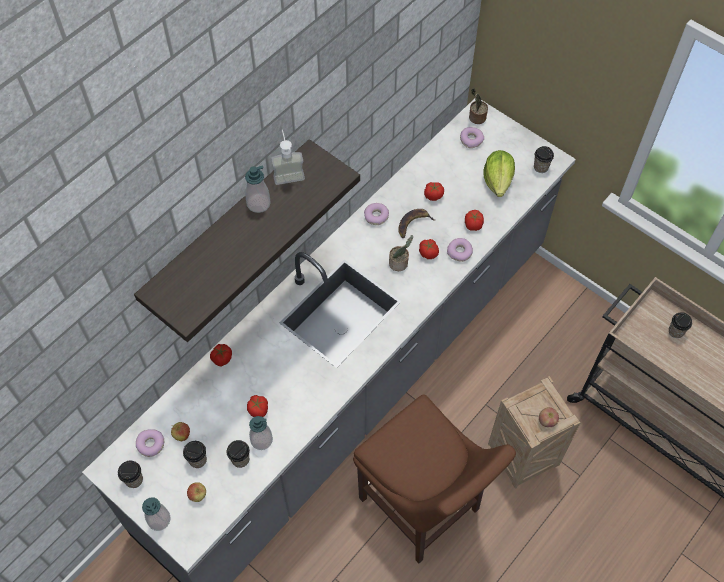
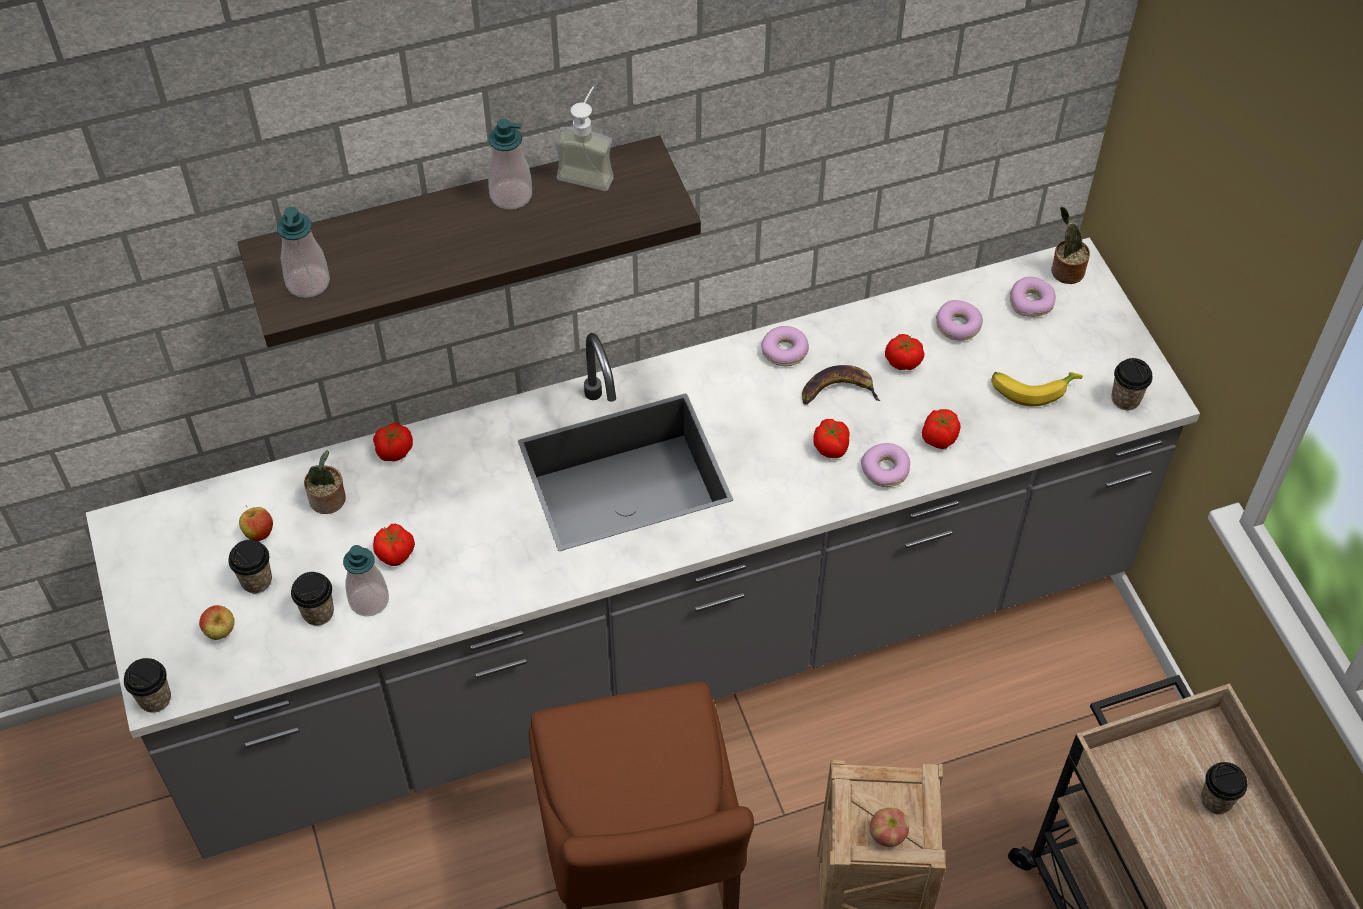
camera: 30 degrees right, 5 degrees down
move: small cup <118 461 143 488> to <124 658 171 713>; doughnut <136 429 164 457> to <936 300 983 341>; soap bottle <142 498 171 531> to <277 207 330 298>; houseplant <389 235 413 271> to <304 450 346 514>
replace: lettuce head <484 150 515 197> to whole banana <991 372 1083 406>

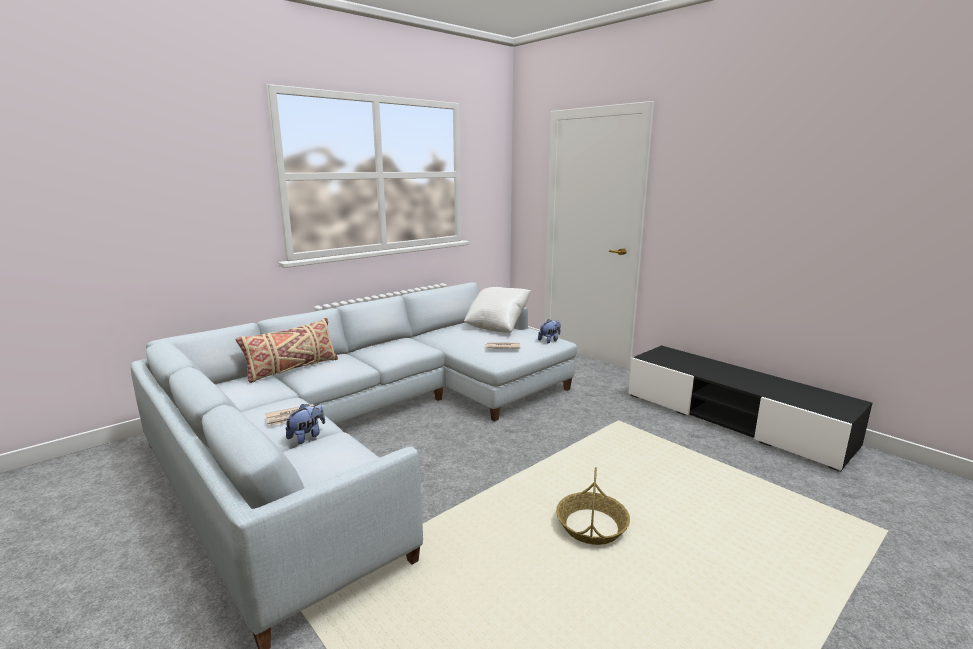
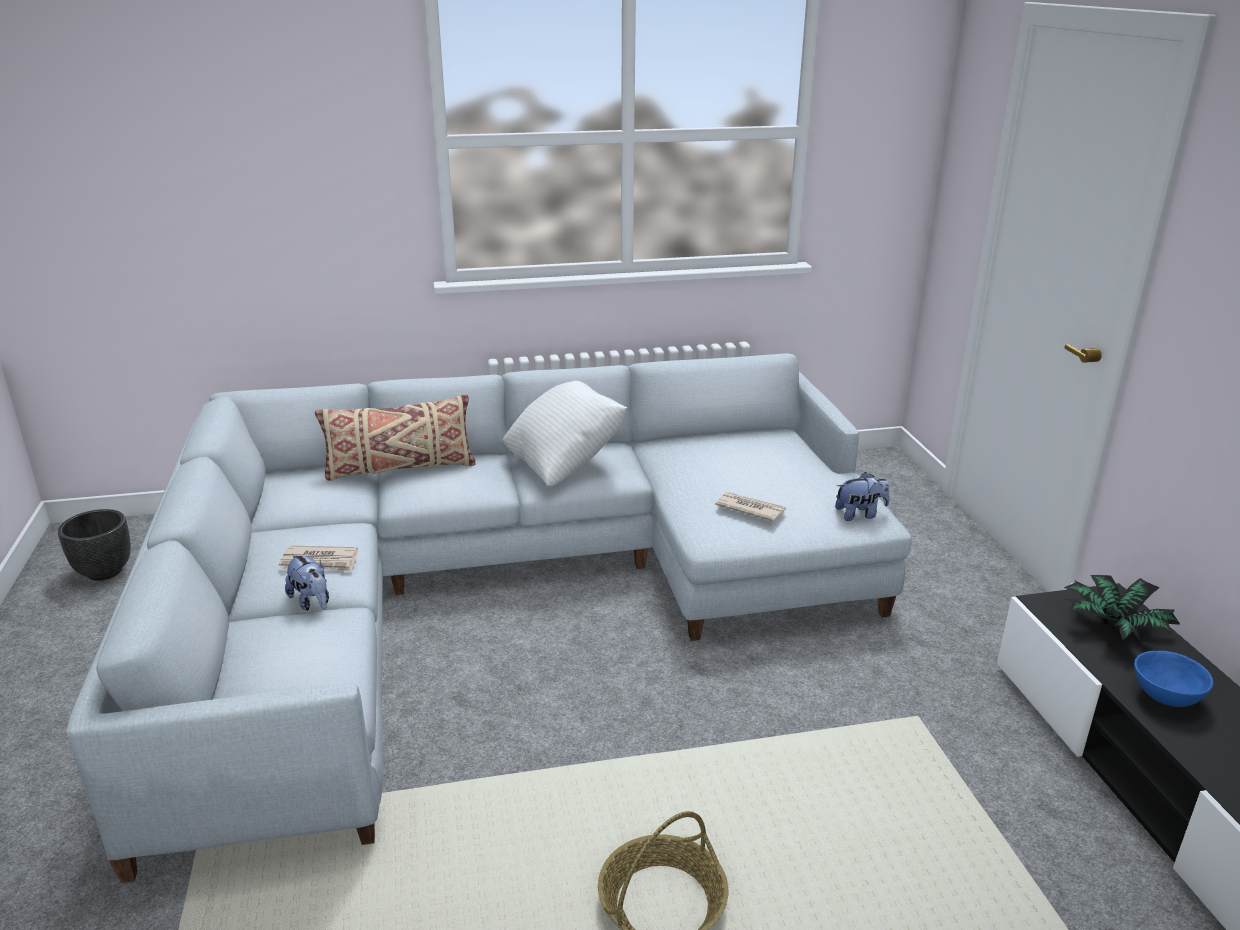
camera: 30 degrees right, 10 degrees up
insert: planter (blackish) <58 509 131 581>; houseplant <1064 575 1181 642>; deep dish (blue) <1134 651 1214 707>
move: cushion (white-coloured) <464 287 531 333> to <503 381 627 486>
rotate: cuddly toy <285 404 325 444> = <285 553 329 611> 75 degrees clockwise

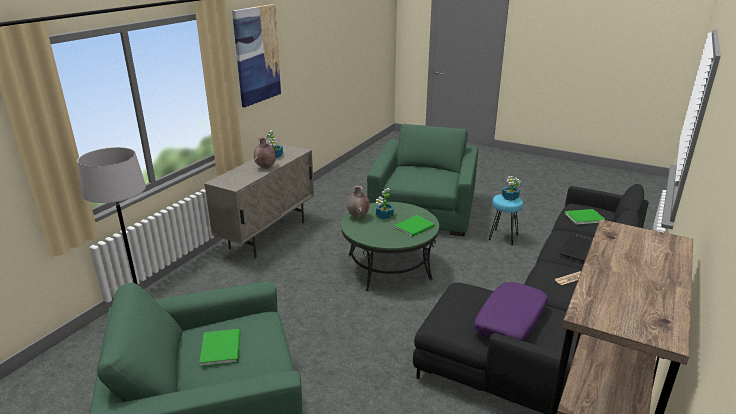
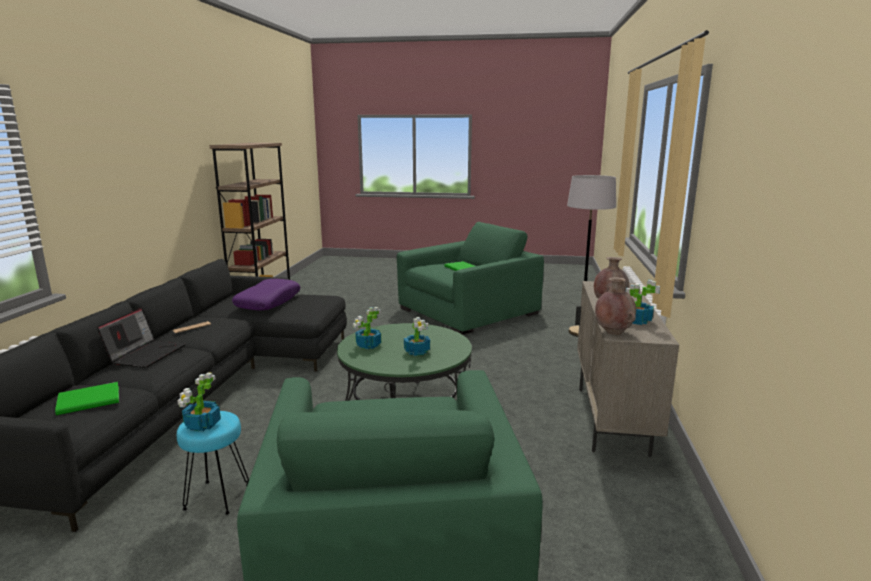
camera: 160 degrees right, 10 degrees down
delete: wall picture <232 4 282 107>
move: decorative vase (brownish) <347 186 370 218> to <595 277 636 335>
replace: book (greenish) <394 215 435 237> to houseplant <353 307 381 349>

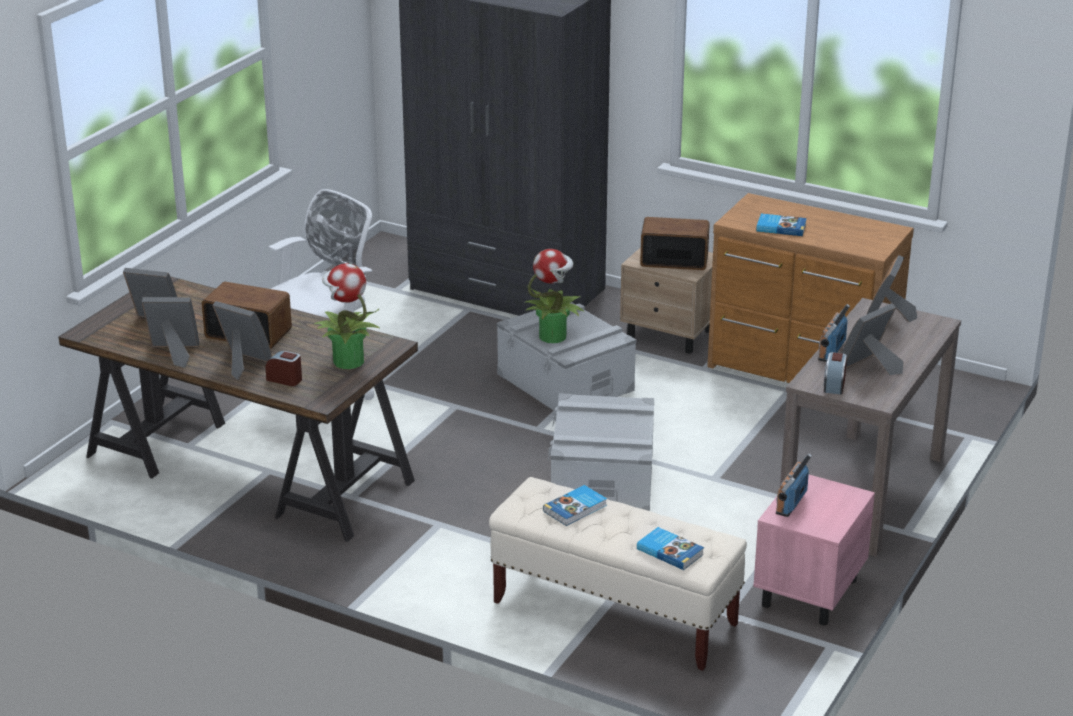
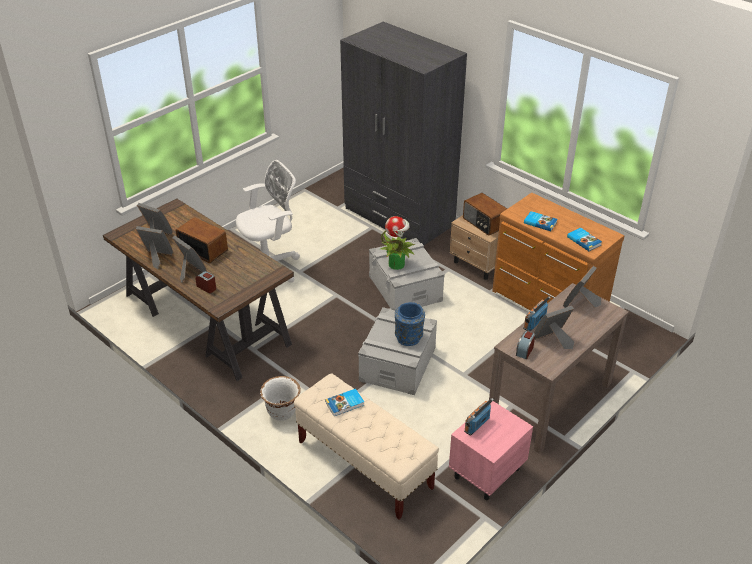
camera: 15 degrees right, 10 degrees up
delete: houseplant <314 263 380 369>
insert: planter (white-coloured) <260 376 301 421>; decorative vase (blue) <395 302 425 346>
move: book <637 527 704 570> to <567 228 602 251>
rotate: radio receiver <640 217 710 270> = <463 193 507 236> 150 degrees counterclockwise

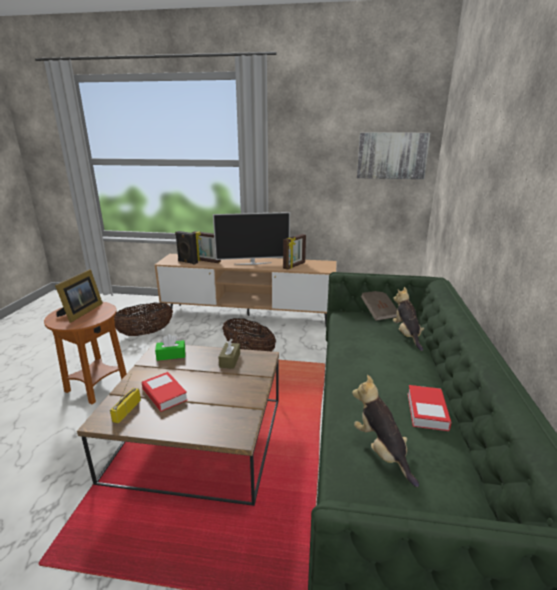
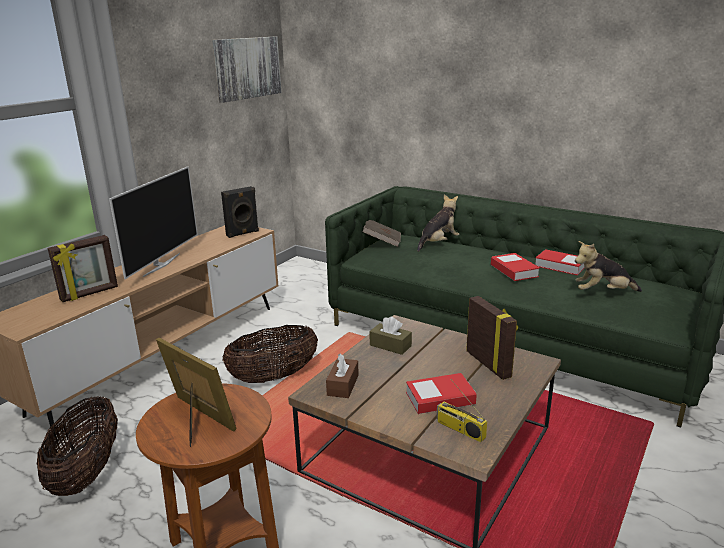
camera: 65 degrees left, 0 degrees up
insert: book <491 253 540 281>
move: loudspeaker (blackish) <175 231 198 265> to <221 186 259 238>; photo frame <283 234 306 270> to <466 296 518 380>
recolor: box of tissues (greenish) <155 334 185 361> to box of tissues (brownish) <326 354 359 398>
rotate: cuddly toy <393 287 424 351> = <417 194 460 252> 120 degrees clockwise

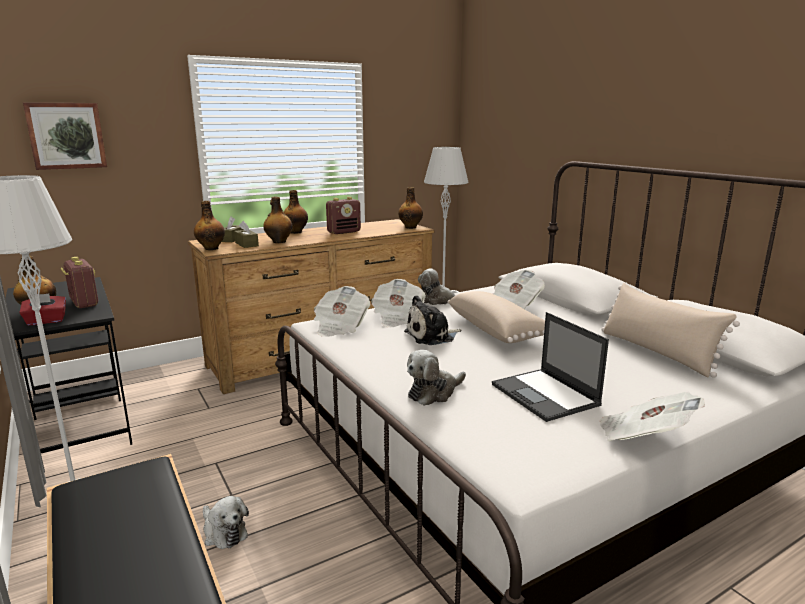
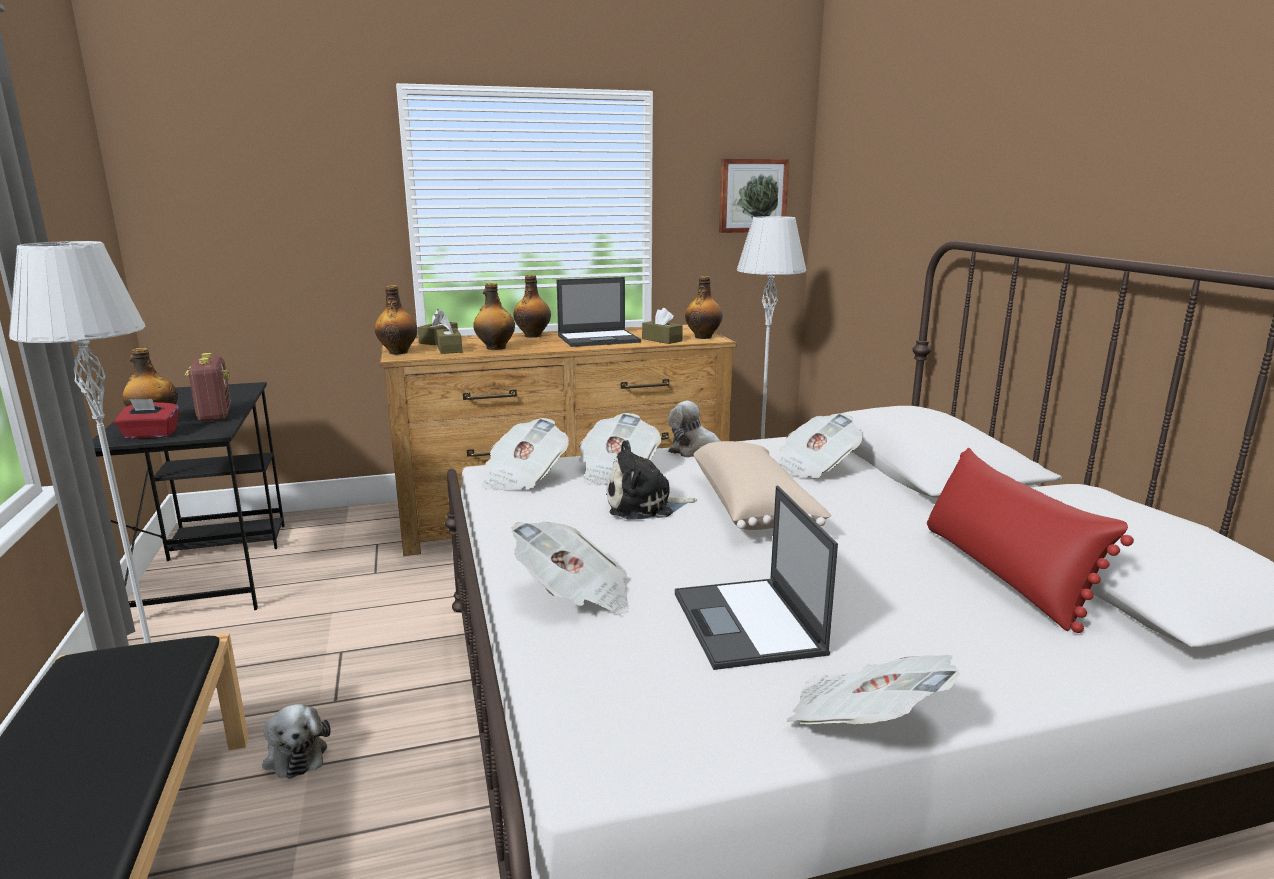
camera: 15 degrees right, 0 degrees up
insert: box of tissues (brownish) <642 308 683 344>
move: wall picture <23 102 107 170> to <719 159 790 233>
replace: radio receiver <326 197 361 234> to portable computer <557 277 641 347>; cuddly toy <407 350 466 406> to daily paper <511 522 629 614>
recolor: cushion (beige-coloured) <601 283 740 378> to cushion (red-coloured) <927 448 1134 633>

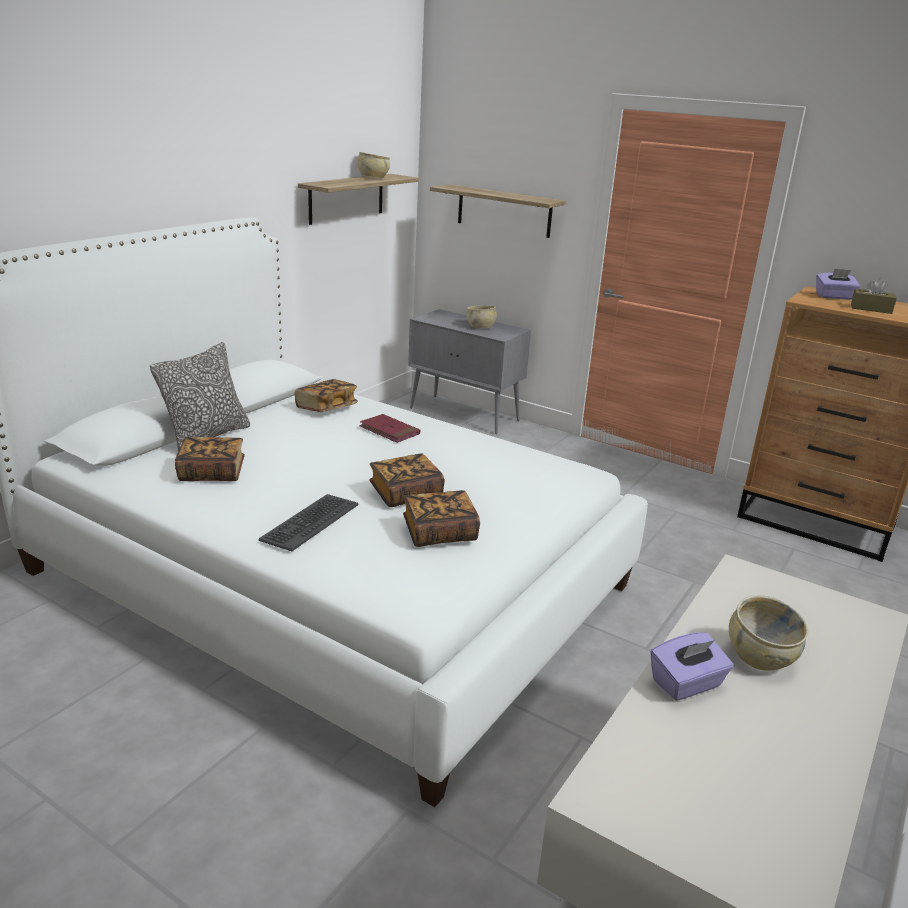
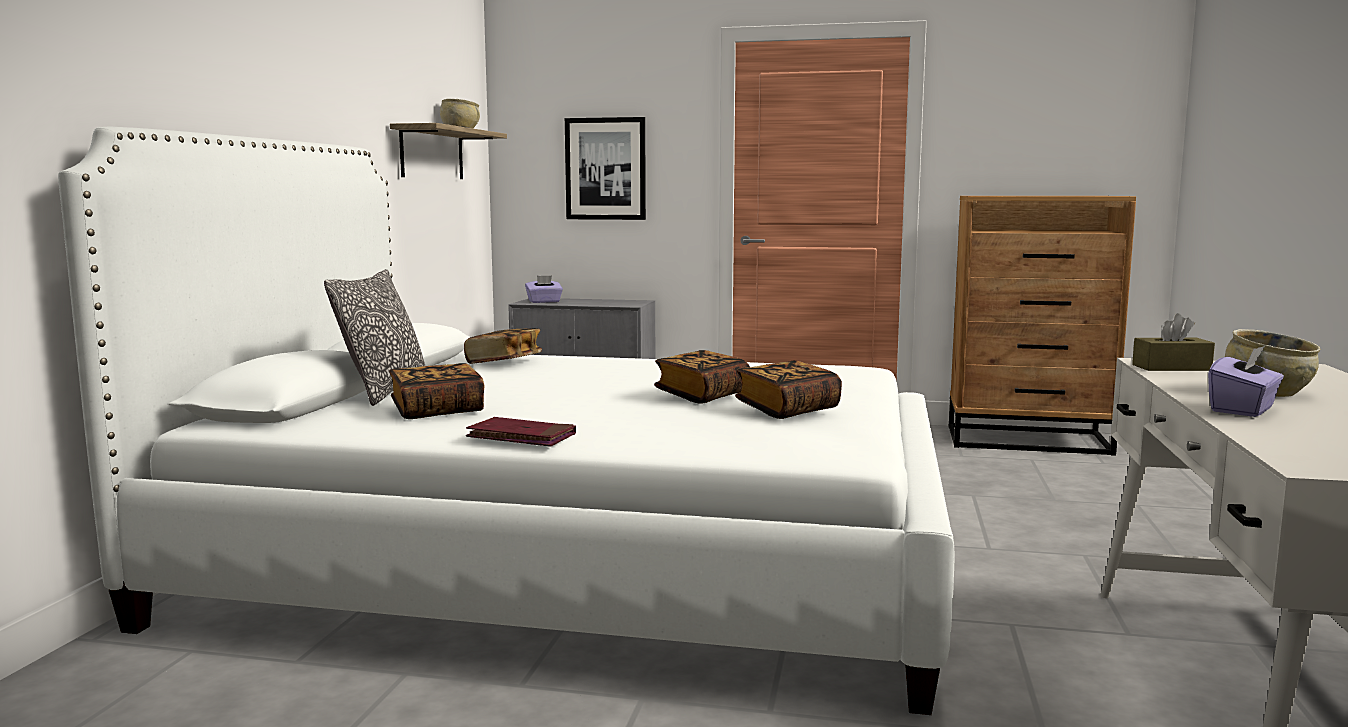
camera: 20 degrees left, 15 degrees down
delete: keyboard <259 494 359 551>; deep dish (beige-coloured) <466 305 497 328>
move: book (red-coloured) <359 414 420 443> to <466 417 576 447>; box of tissues (purple) <816 269 860 300> to <525 275 563 303>; box of tissues (brownish) <851 278 897 314> to <1132 313 1215 371>
replace: wall shelf <430 184 566 238> to wall picture <565 117 646 220>

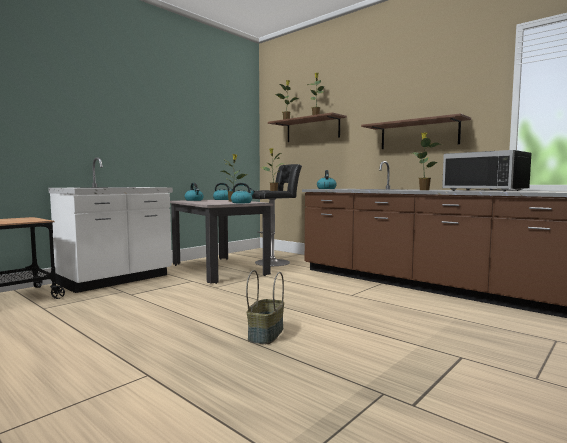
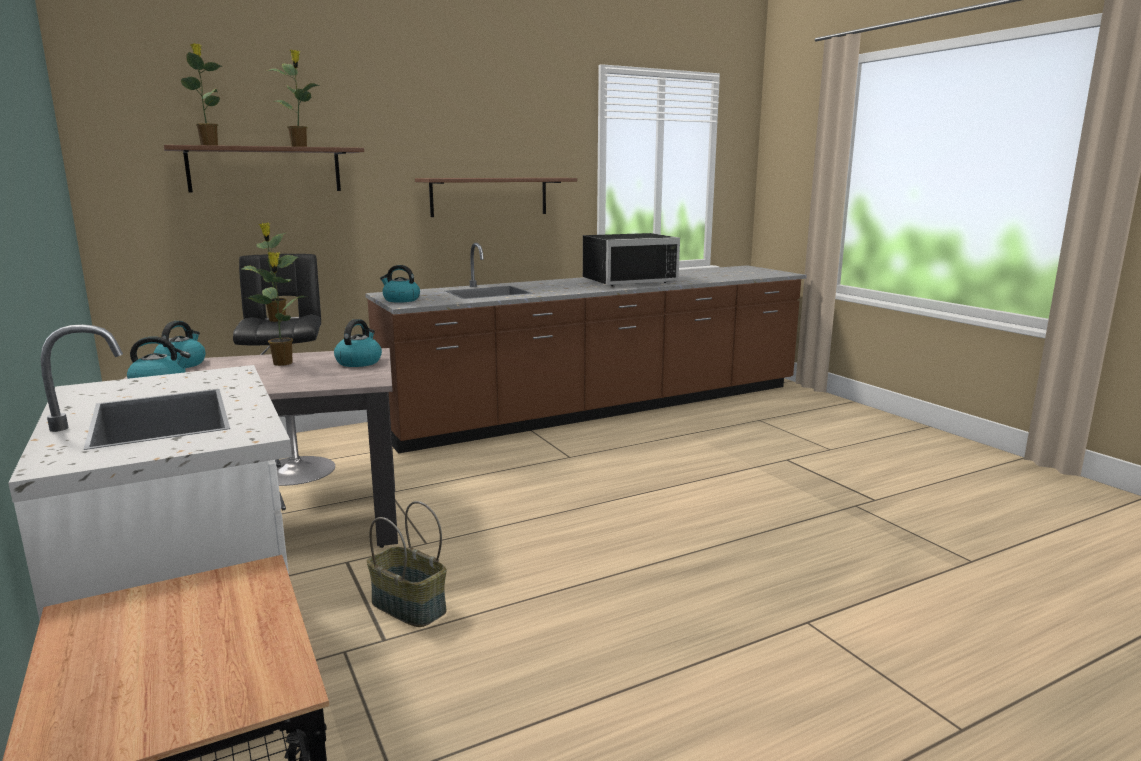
camera: 70 degrees left, 10 degrees up
delete: houseplant <412 132 442 190>
move: household basket <246 270 284 344> to <367 501 447 627>

